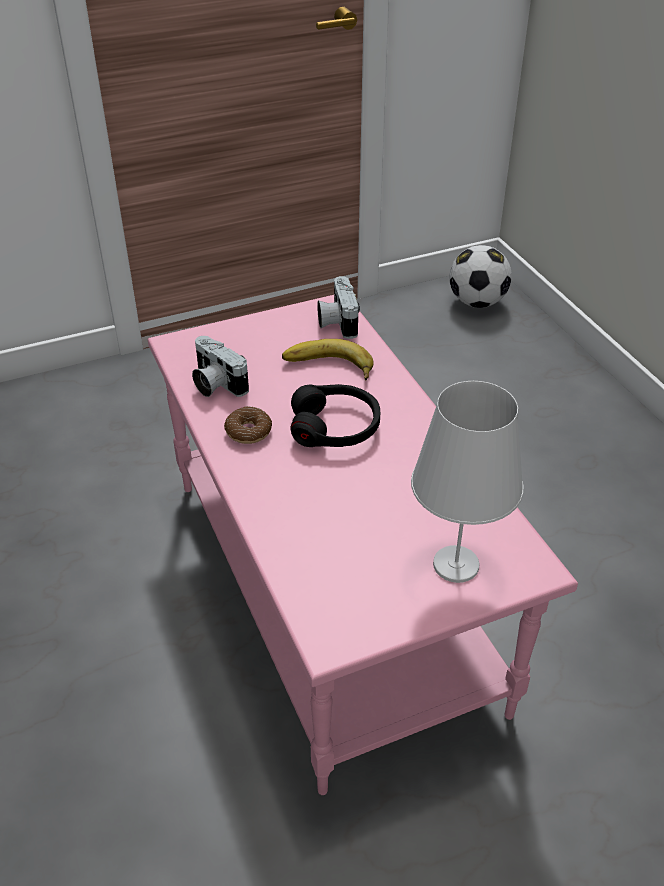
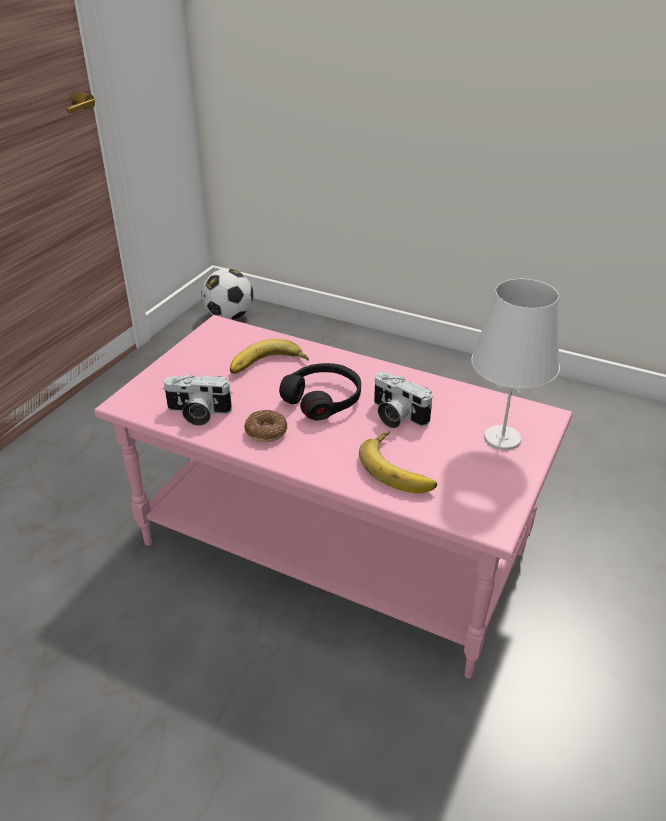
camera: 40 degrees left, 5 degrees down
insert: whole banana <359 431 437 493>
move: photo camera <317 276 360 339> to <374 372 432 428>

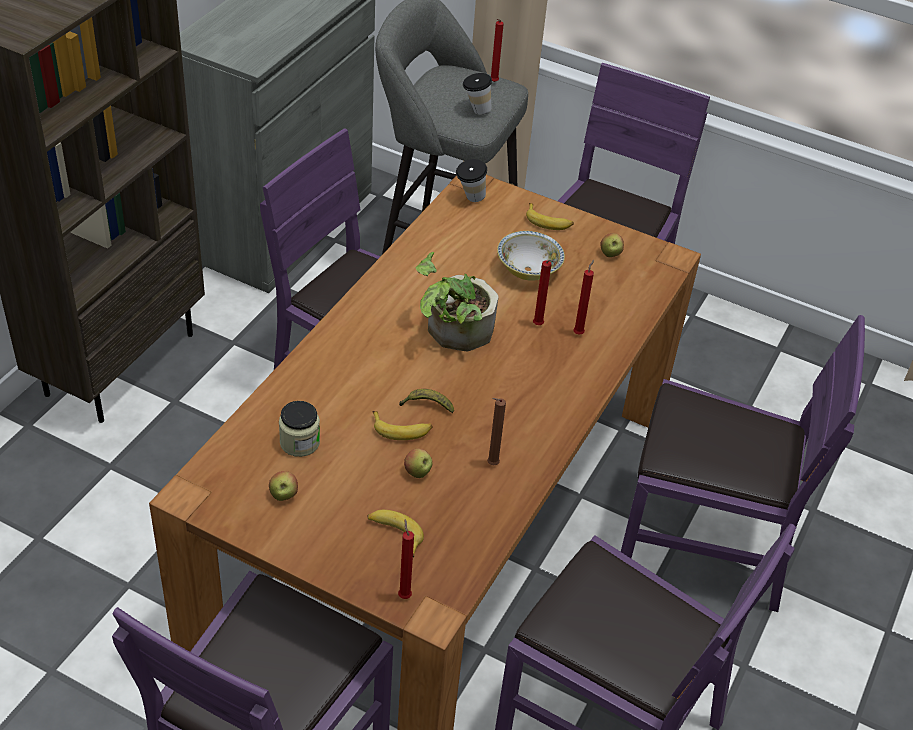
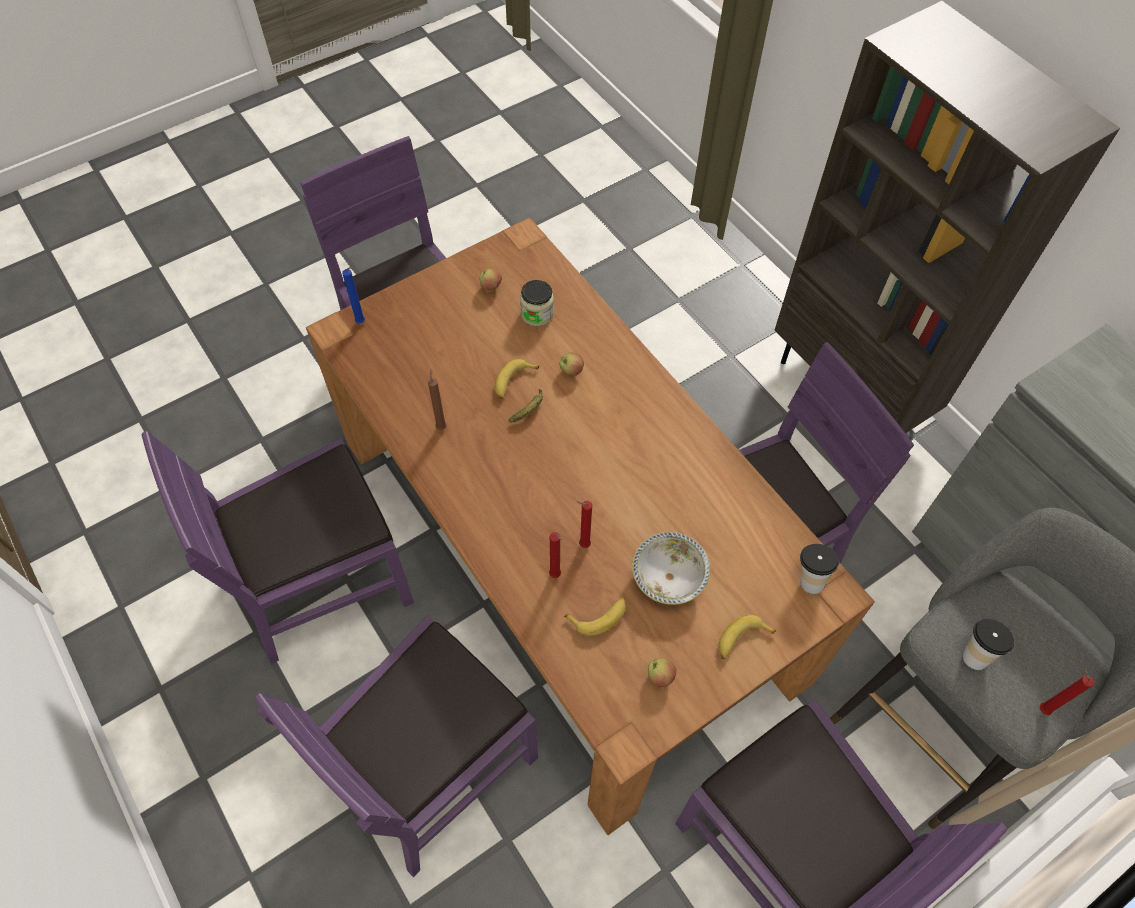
camera: 120 degrees right, 15 degrees up
delete: houseplant <416 252 499 351>
move: whole banana <368 510 424 557> to <564 597 626 636>; apple fruit <404 448 433 478> to <559 352 584 377>
recolor: candle (red-coloured) <398 519 414 599> to candle (blue) <342 267 365 323>

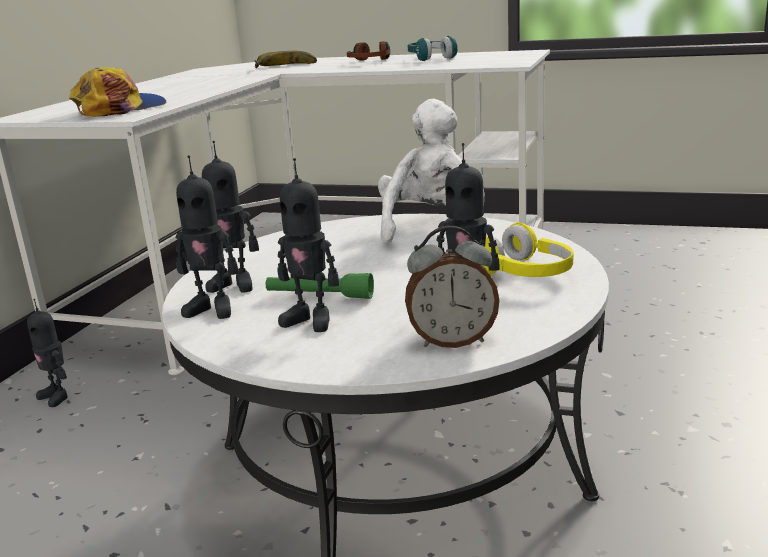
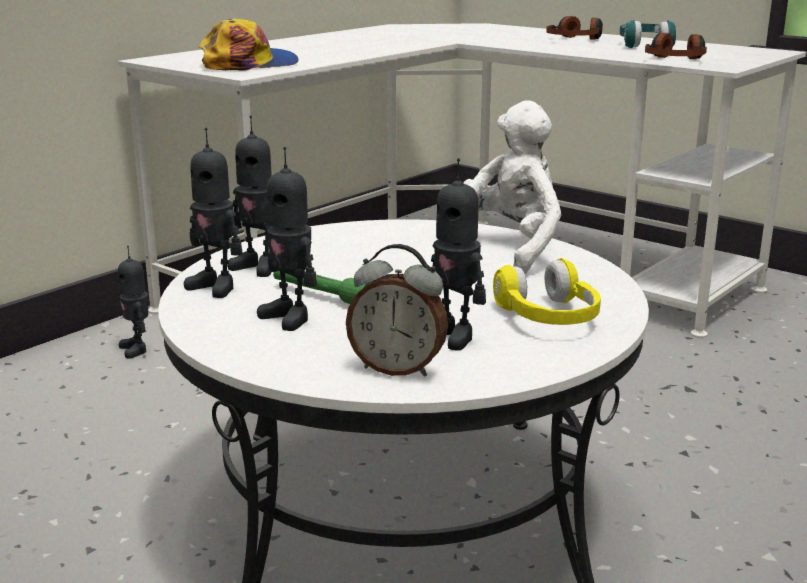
camera: 20 degrees right, 0 degrees up
delete: whole banana <254 51 317 68>
insert: headphones <645 33 707 59>

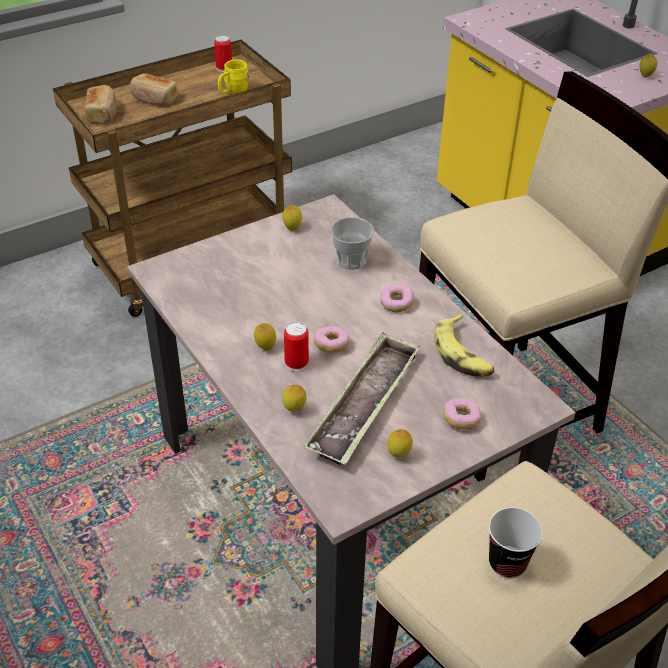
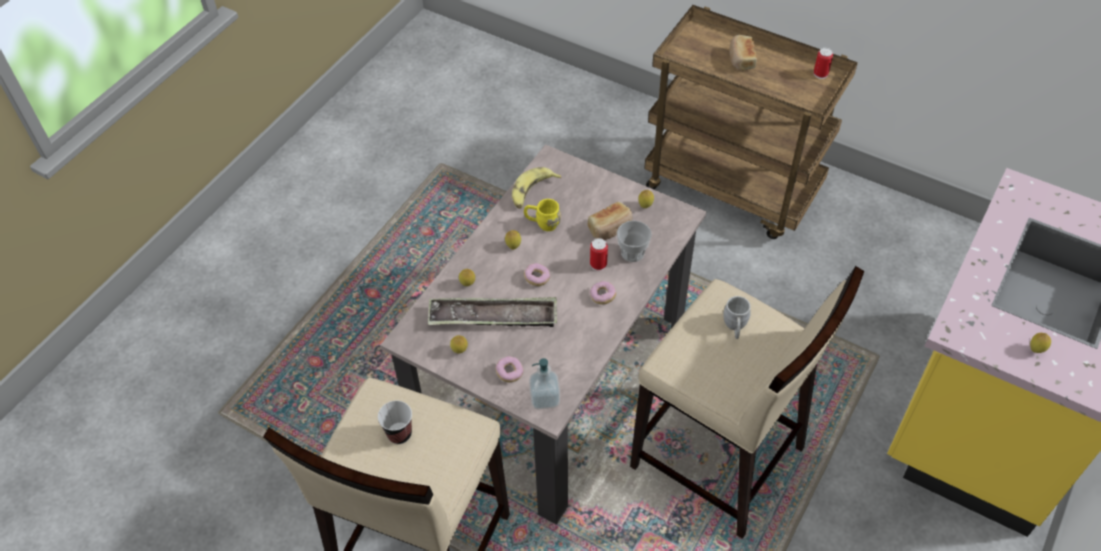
camera: 65 degrees right, 10 degrees up
insert: soap bottle <529 358 560 410>; tea mug (gray) <723 296 751 339>
move: bakery bread <85 85 117 124> to <588 202 632 240>; tea mug (yellow-coloured) <218 60 249 94> to <524 199 561 231>; metal can <284 322 309 371> to <590 238 608 271>; whole banana <434 314 495 377> to <512 167 561 209>

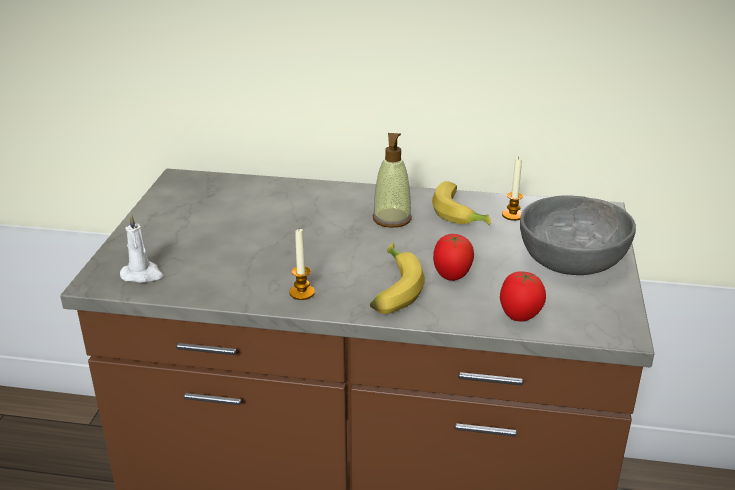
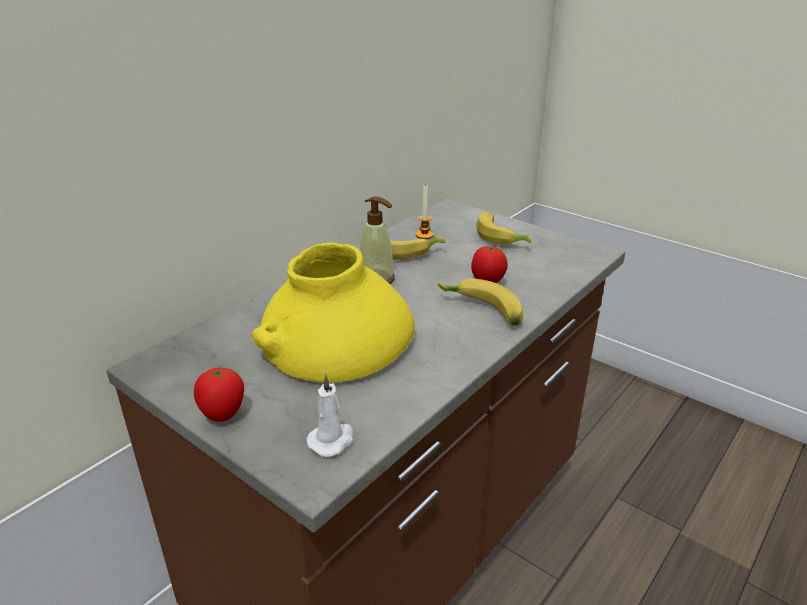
camera: 60 degrees left, 0 degrees up
delete: candle <289 229 315 300>
insert: decorative vase (yellow-coloured) <252 243 415 382>
move: tomato <500 271 546 322> to <194 367 244 422>
replace: deep dish (gray) <520 195 636 275> to whole banana <476 212 532 244>

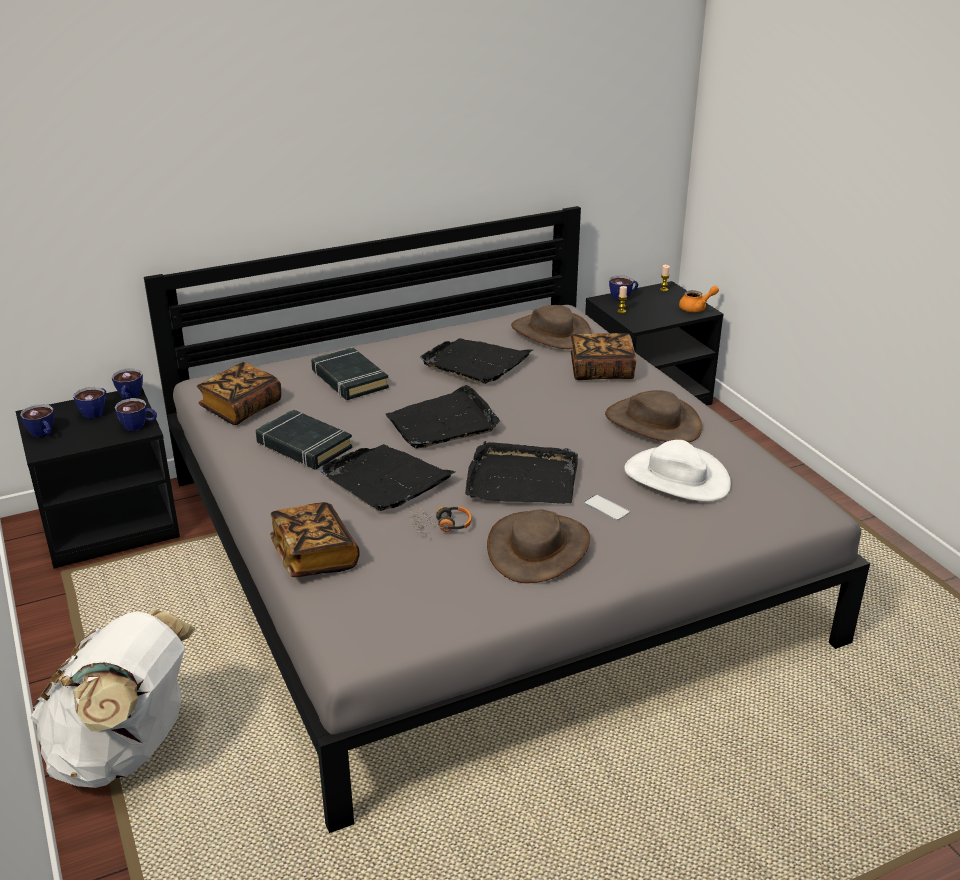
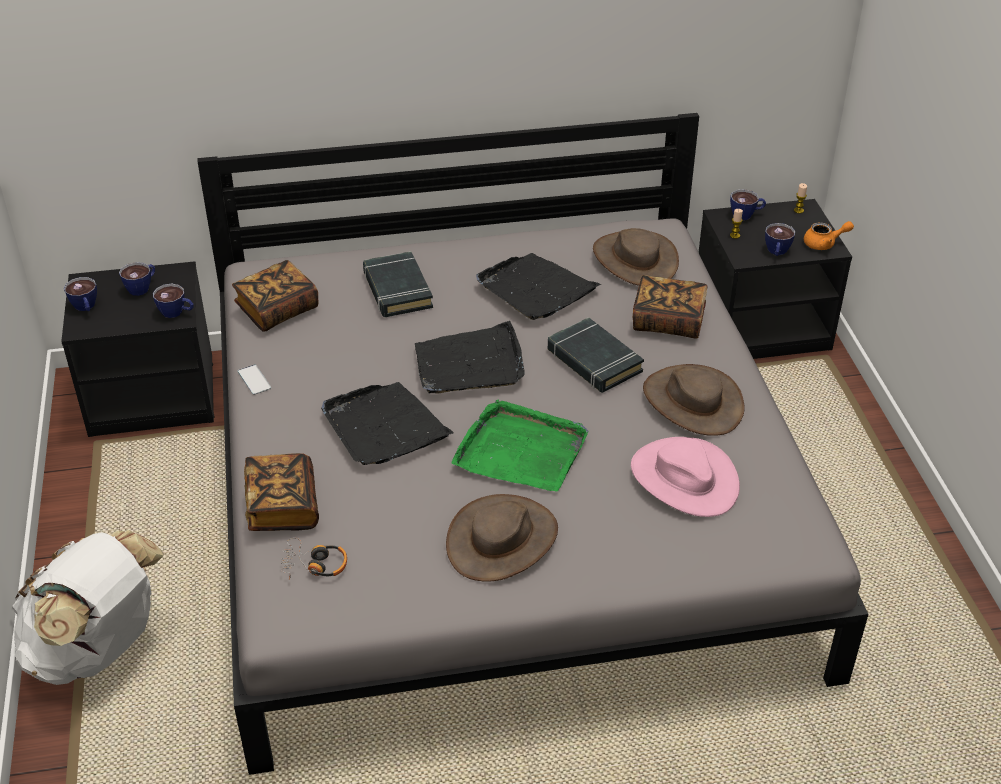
camera: 15 degrees right, 10 degrees up
move: small cup <112 369 143 399> to <765 223 795 256>; book (blackish) <256 409 352 469> to <548 317 644 393>; headphones <409 506 472 537> to <281 538 347 580>; phone <584 494 630 520> to <238 364 271 395>
recolor: carrying tray (blackish) <465 441 578 504> to carrying tray (greenish) <452 400 589 492>; hat (white-coloured) <624 440 731 502> to hat (pink) <631 437 740 517>

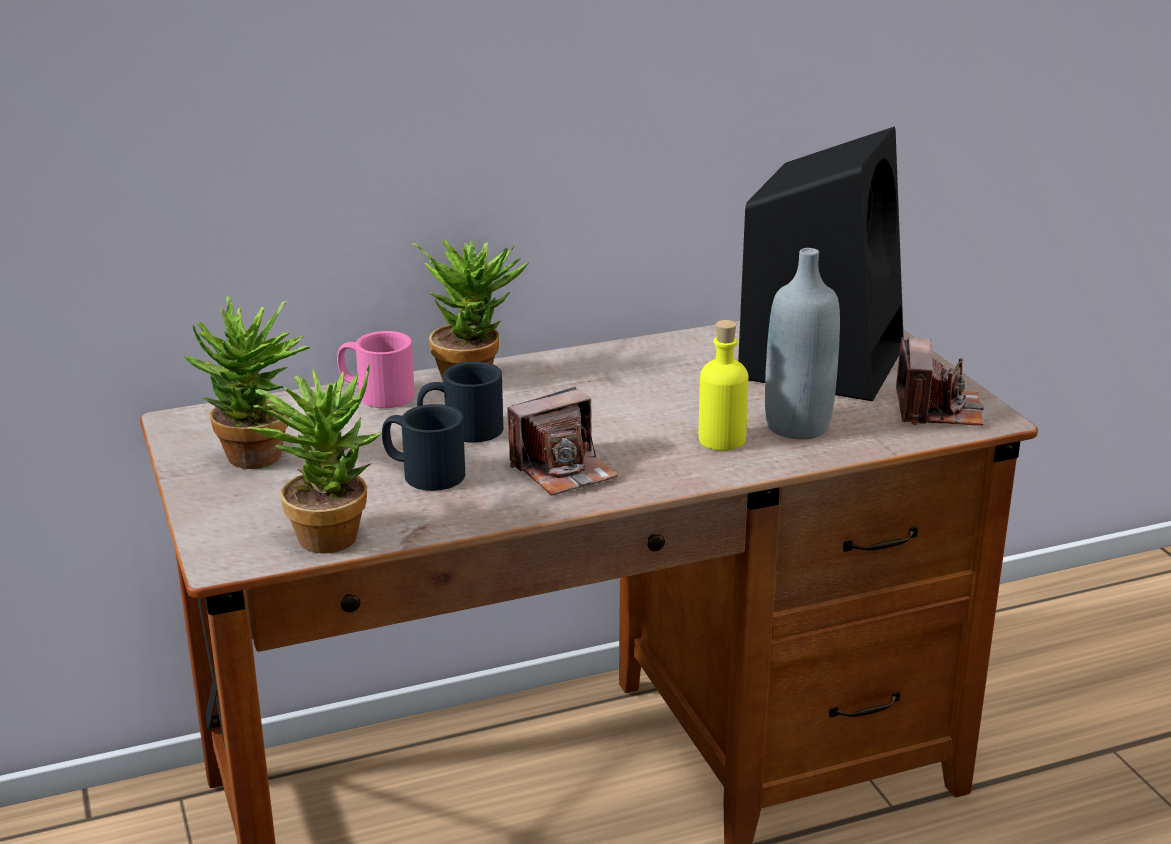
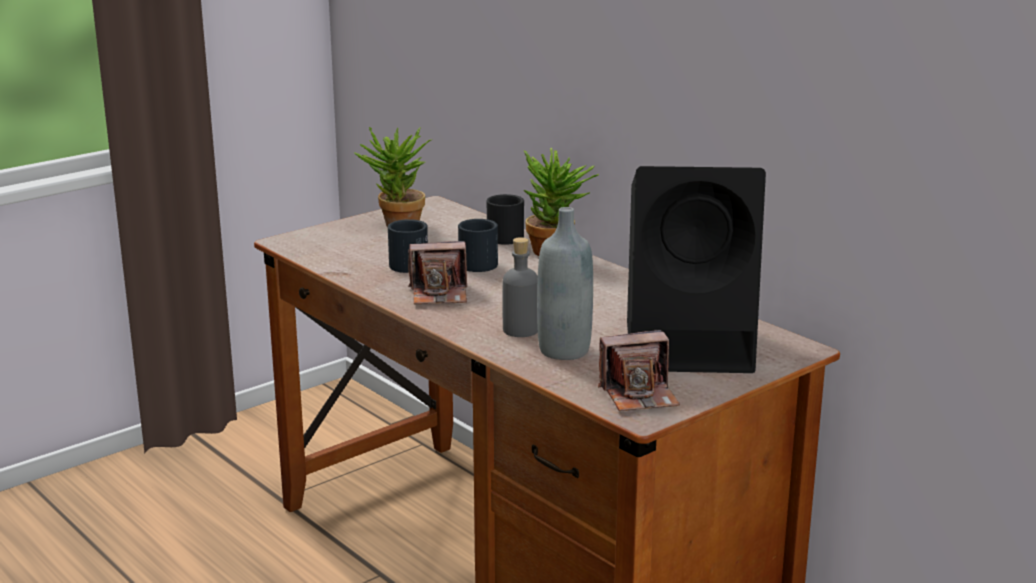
camera: 70 degrees right, 5 degrees down
delete: houseplant <247 364 381 554>
recolor: tea mug (pink) <337 331 415 408> to tea mug (blackish) <486 194 524 245>; beverage bottle (yellow-coloured) <699 320 748 451> to beverage bottle (gray) <502 237 538 337>
rotate: photo camera <507 387 619 496> = <408 241 467 304> 45 degrees counterclockwise

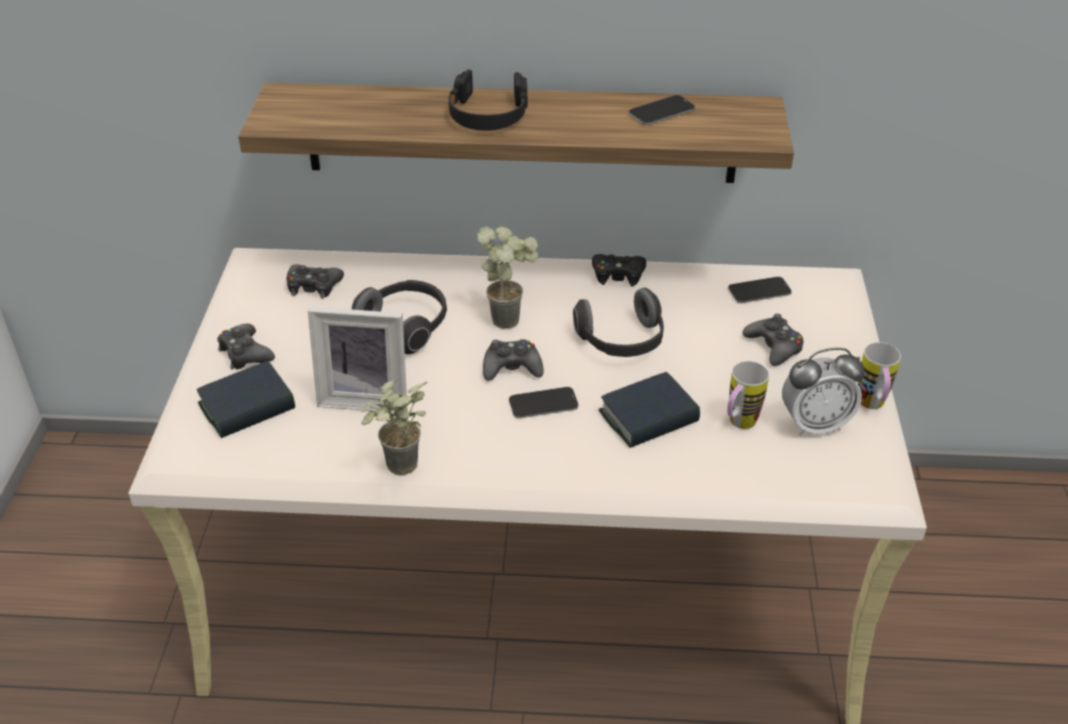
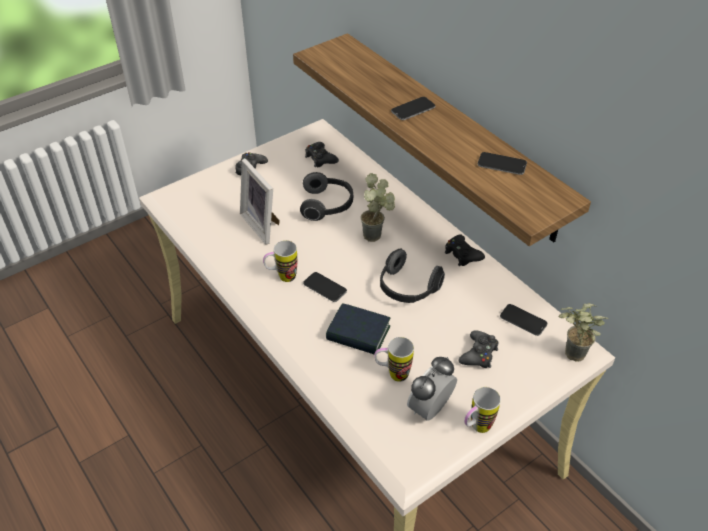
camera: 50 degrees right, 5 degrees up
delete: book <197 361 295 438>; joypad (blackish) <483 339 544 381>
insert: tea mug <263 240 297 282>
move: houseplant <361 379 428 475> to <559 303 609 362>
replace: headphones (blackish) <448 70 528 131> to phone <391 97 435 120>
rotate: alarm clock <782 348 865 436> = <407 357 457 421> 90 degrees clockwise

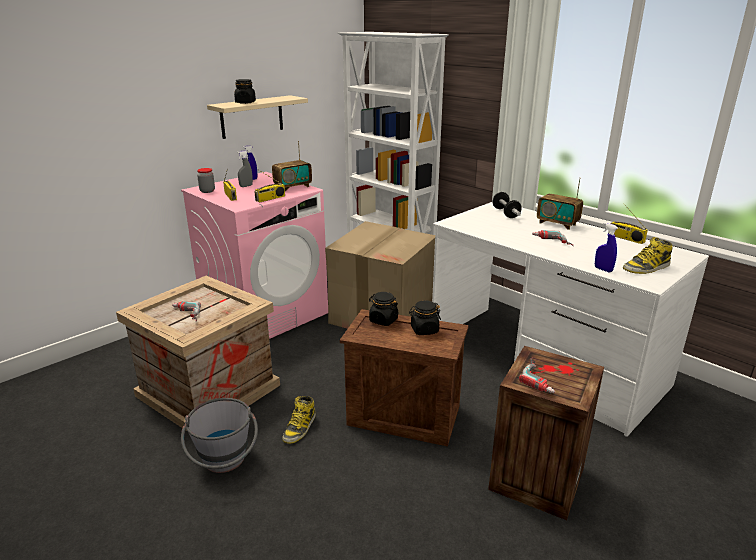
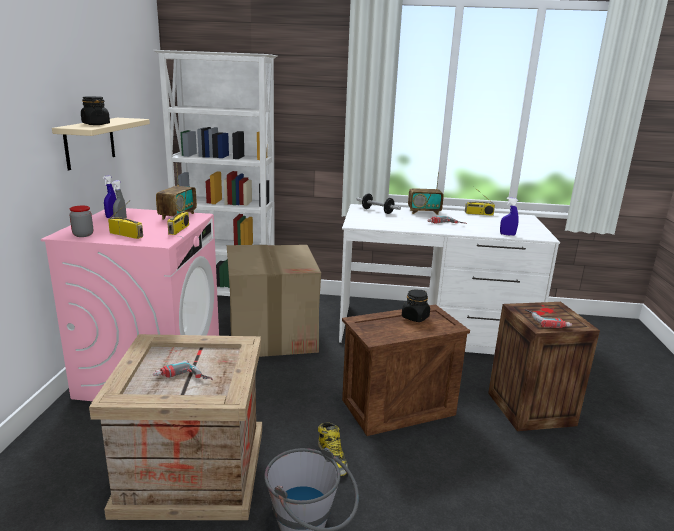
camera: 40 degrees left, 5 degrees down
delete: jar (blackish) <369 292 399 326>; high-top boot <623 237 673 274>

